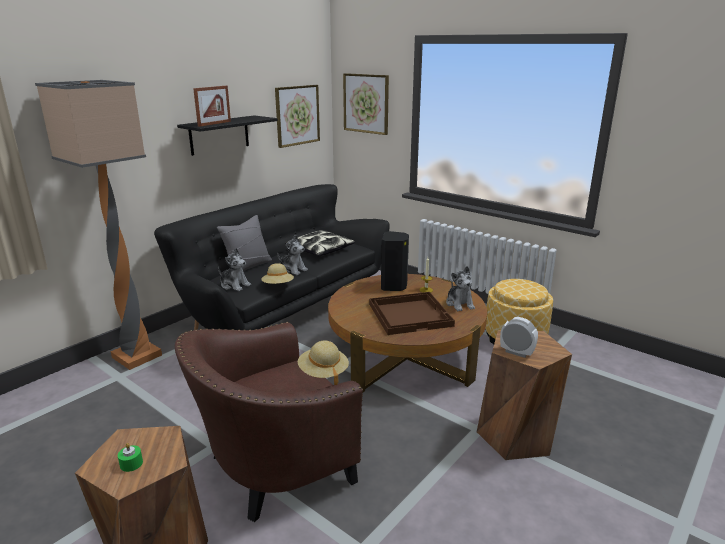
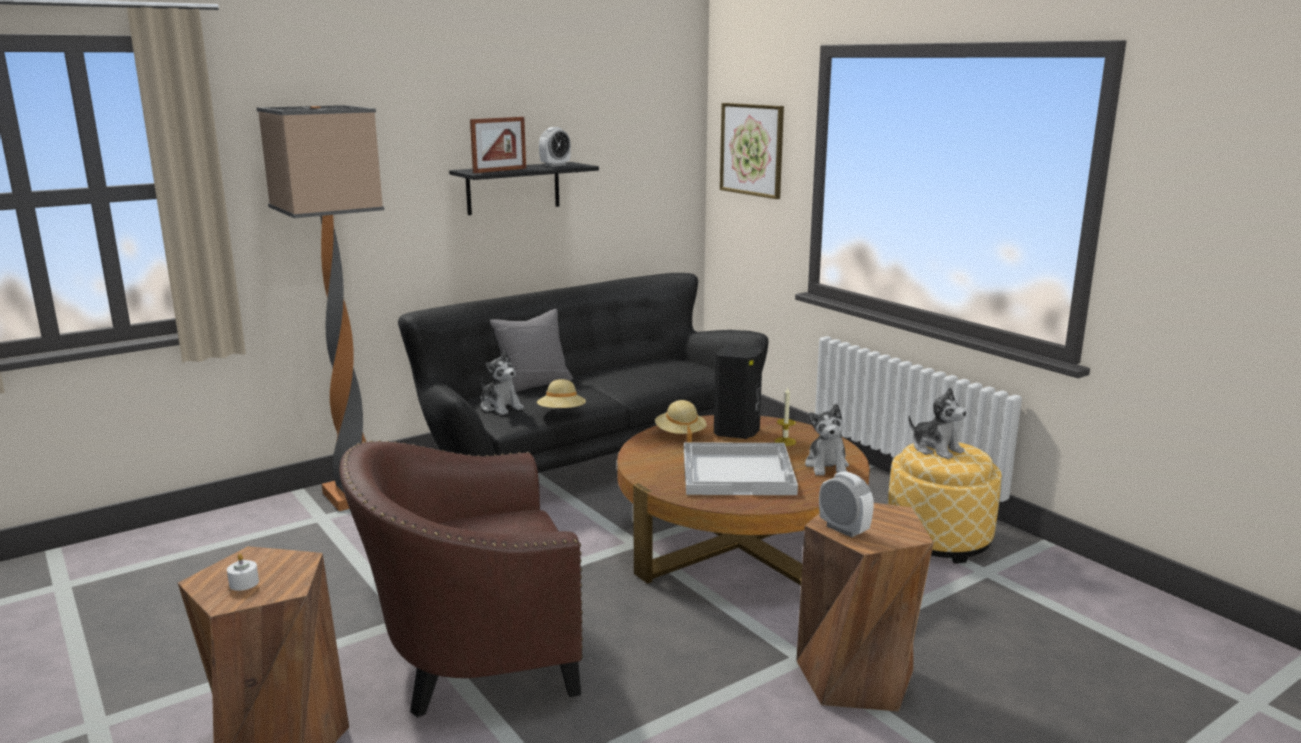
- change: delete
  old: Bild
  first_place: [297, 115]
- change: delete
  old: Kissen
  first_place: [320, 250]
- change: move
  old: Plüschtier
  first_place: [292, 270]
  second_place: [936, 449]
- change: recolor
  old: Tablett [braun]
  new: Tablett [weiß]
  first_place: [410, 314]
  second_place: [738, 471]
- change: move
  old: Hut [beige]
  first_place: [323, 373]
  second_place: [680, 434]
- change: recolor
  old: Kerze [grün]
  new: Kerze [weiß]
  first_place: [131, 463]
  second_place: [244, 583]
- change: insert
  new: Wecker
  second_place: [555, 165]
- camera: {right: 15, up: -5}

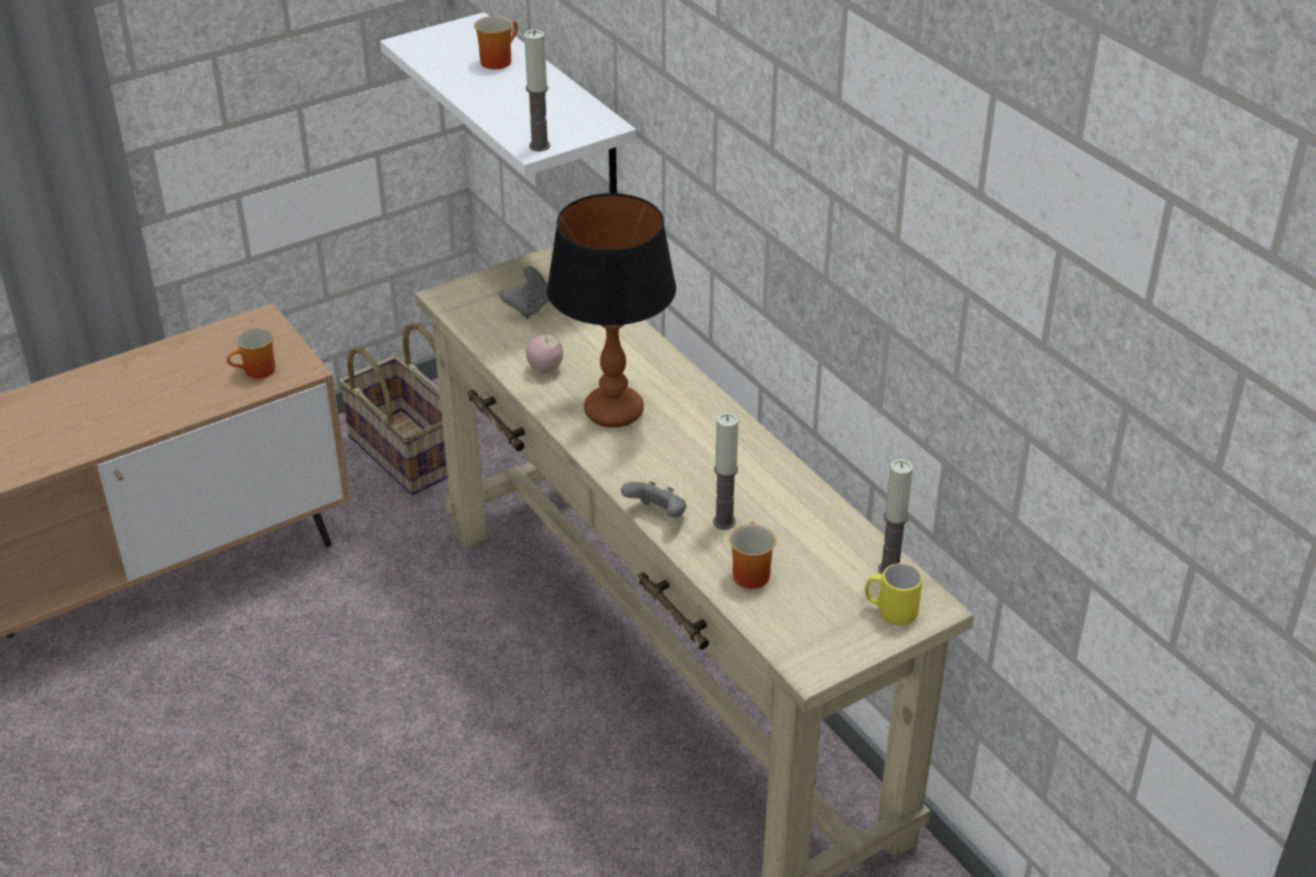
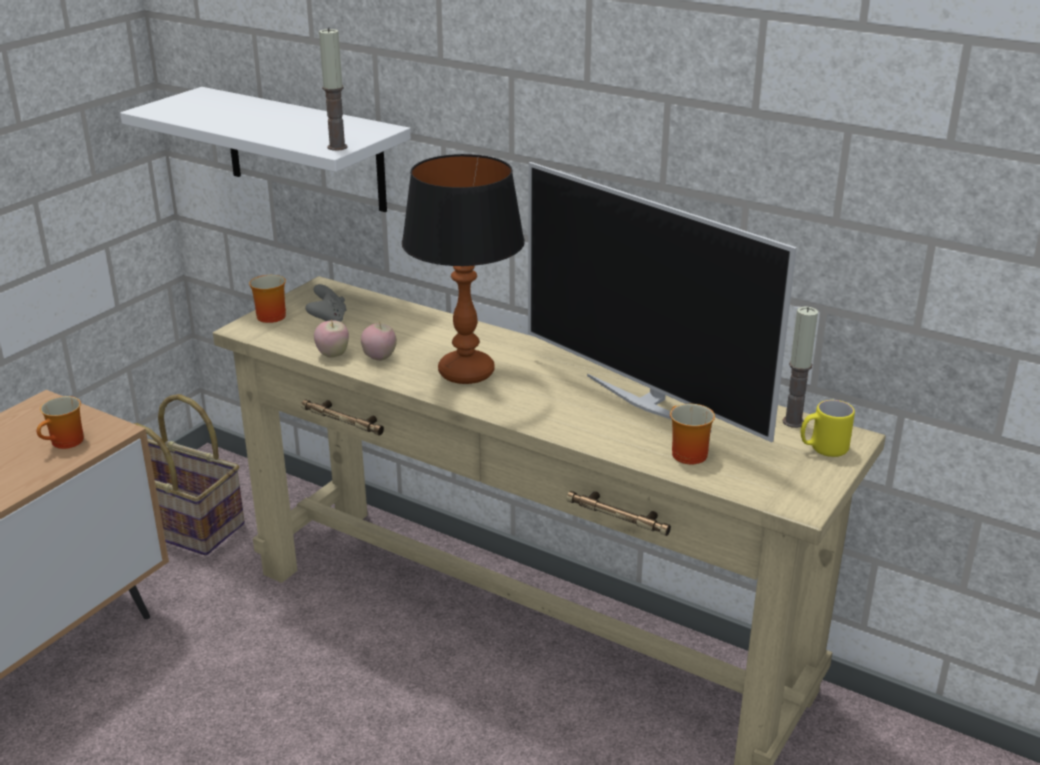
- change: move
  old: Henkelbecher
  first_place: [496, 60]
  second_place: [270, 315]
- change: delete
  old: Kerze
  first_place: [724, 522]
- change: delete
  old: Gamepad [grau]
  first_place: [657, 515]
- change: insert
  new: Fernseher
  second_place: [648, 402]
- change: insert
  new: Apfel
  second_place: [333, 355]
- camera: {right: -25, up: -10}

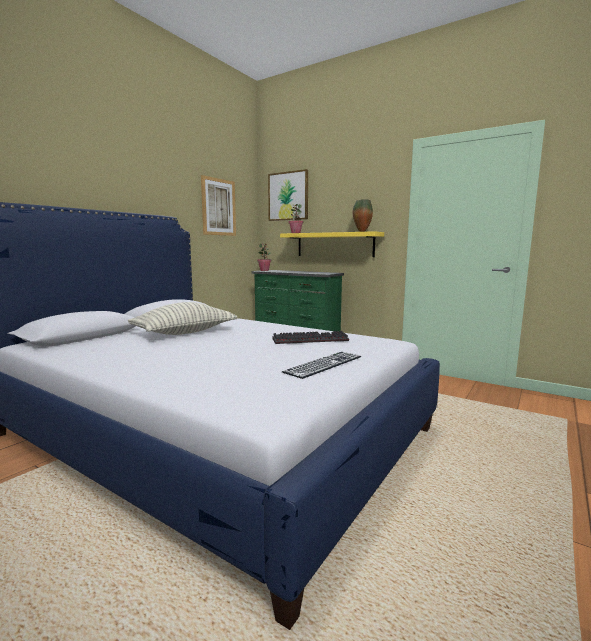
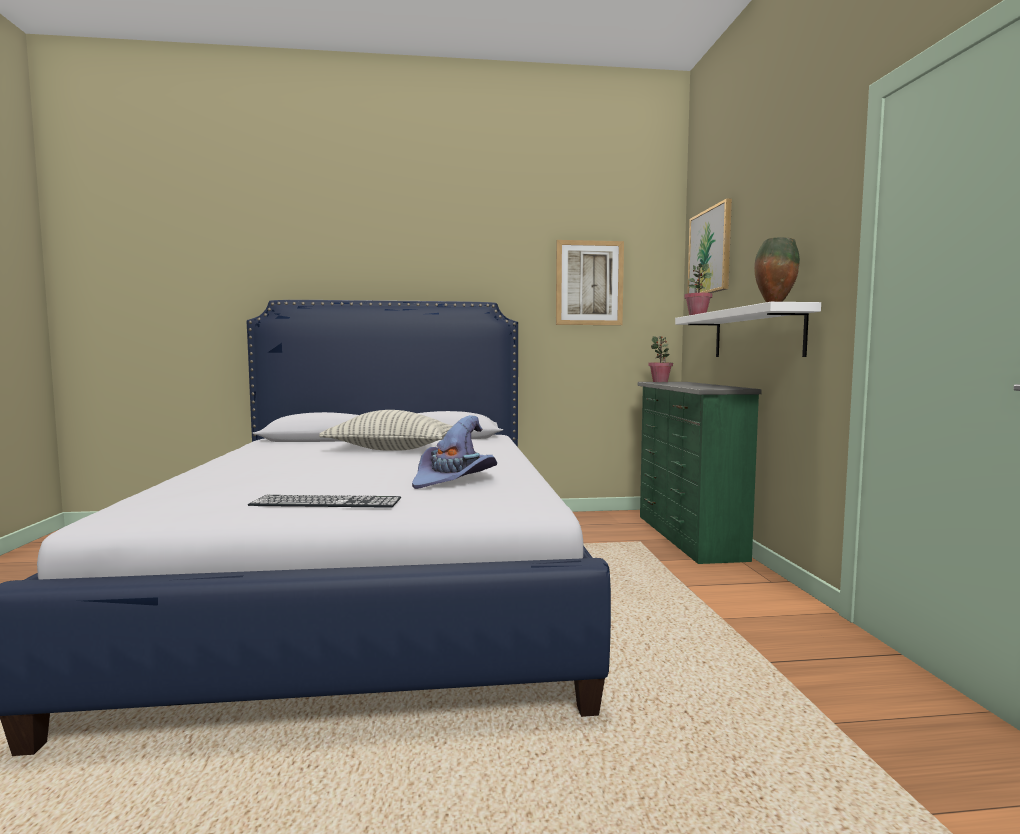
- change: recolor
  old: Wandregal [gelb]
  new: Wandregal [weiß]
  first_place: [334, 245]
  second_place: [756, 334]
- change: replace
  old: Tastatur
  new: Hut [lila]
  first_place: [311, 339]
  second_place: [454, 480]
- camera: {right: 50, up: -5}

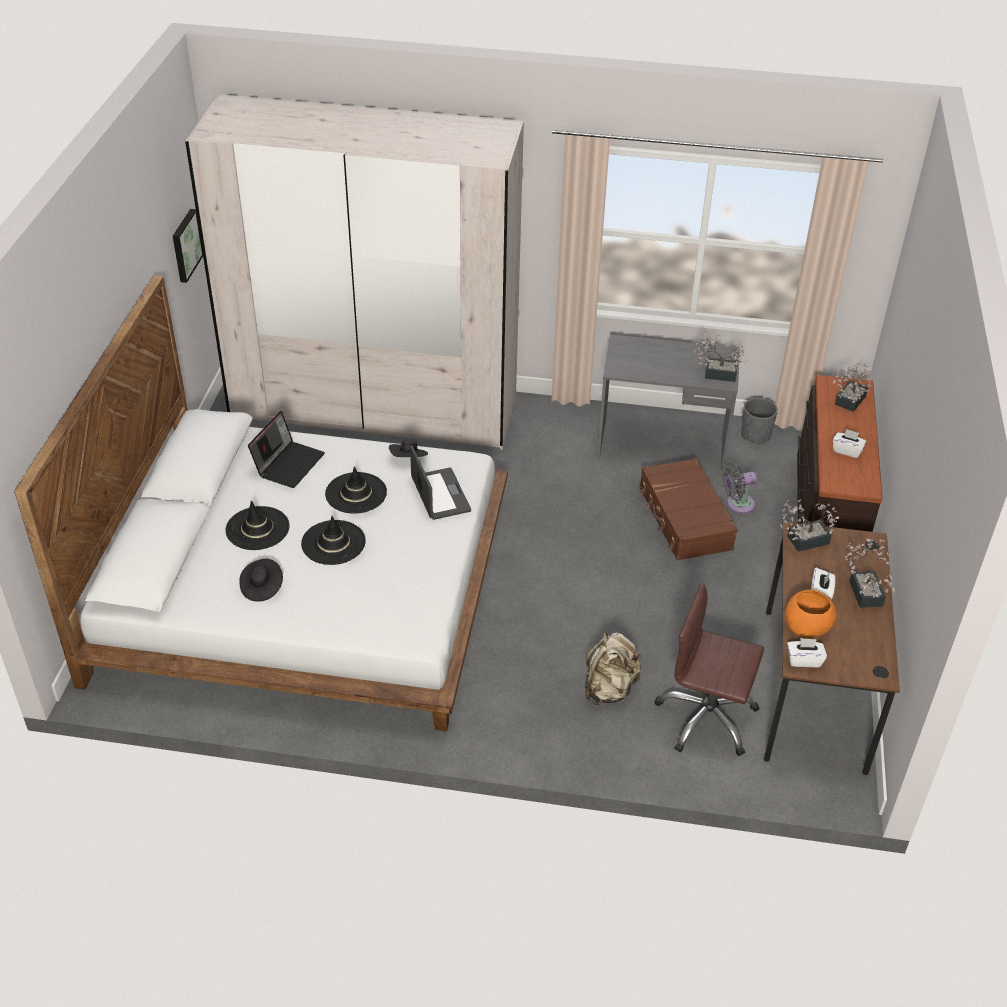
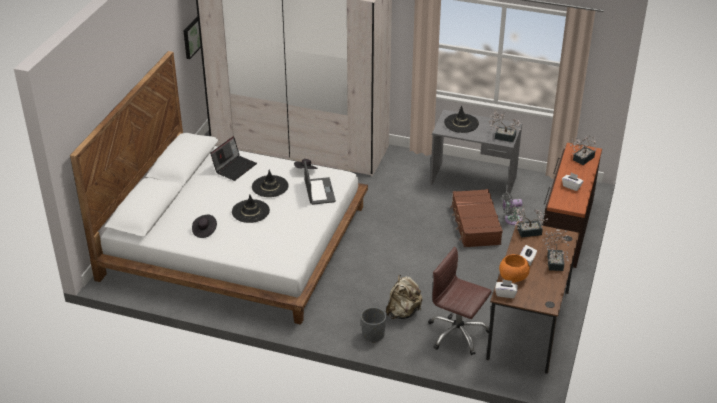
- change: move
  old: Pflanzkübel [grau]
  first_place: [755, 435]
  second_place: [373, 335]
- change: move
  old: Hut [schwarz]
  first_place: [257, 529]
  second_place: [461, 123]
- camera: {right: 10, up: -5}

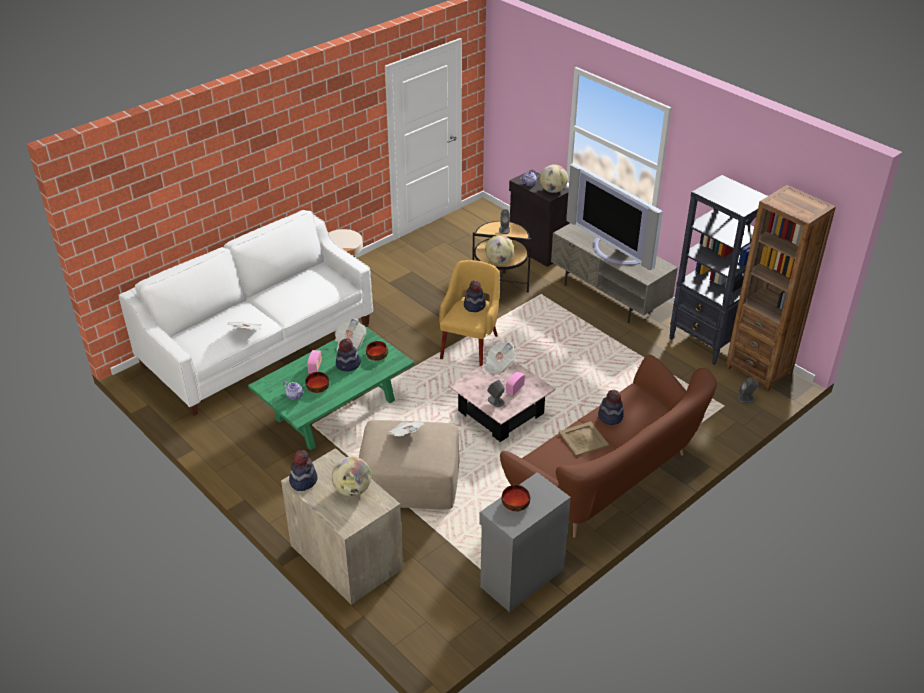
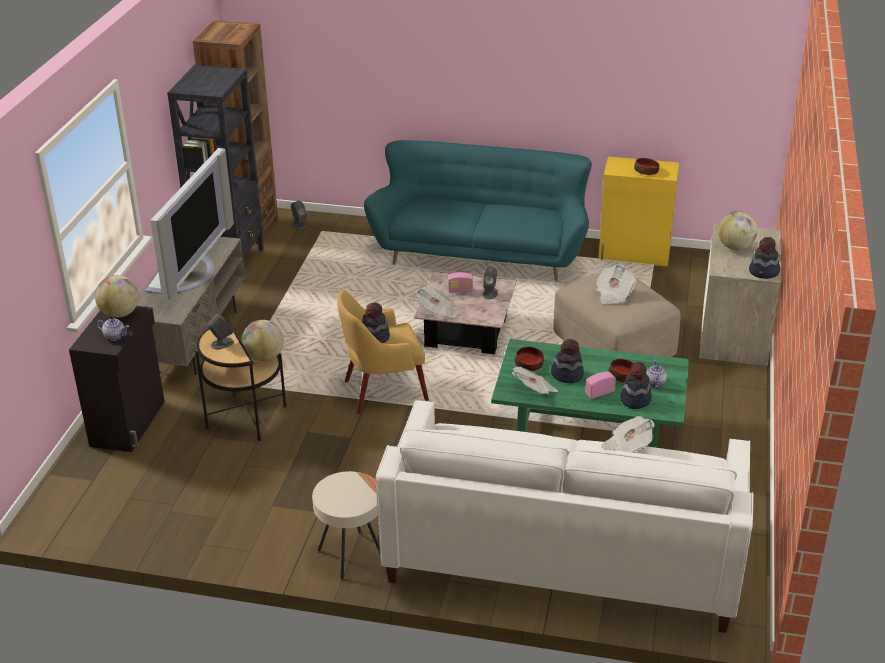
- change: recolor
  old: Sofa [braun]
  new: Sofa [türkis]
  first_place: [608, 478]
  second_place: [481, 254]
- change: move
  old: Hut
  first_place: [610, 416]
  second_place: [635, 399]
- change: delete
  old: Tablett [beige]
  first_place: [583, 439]
- change: recolor
  old: Schrank [grau]
  new: Schrank [gelb]
  first_place: [520, 577]
  second_place: [634, 254]
- camera: {right: -125, up: -5}

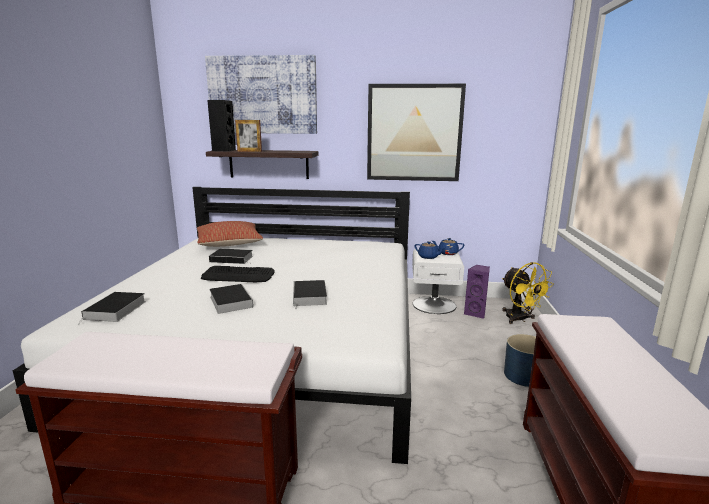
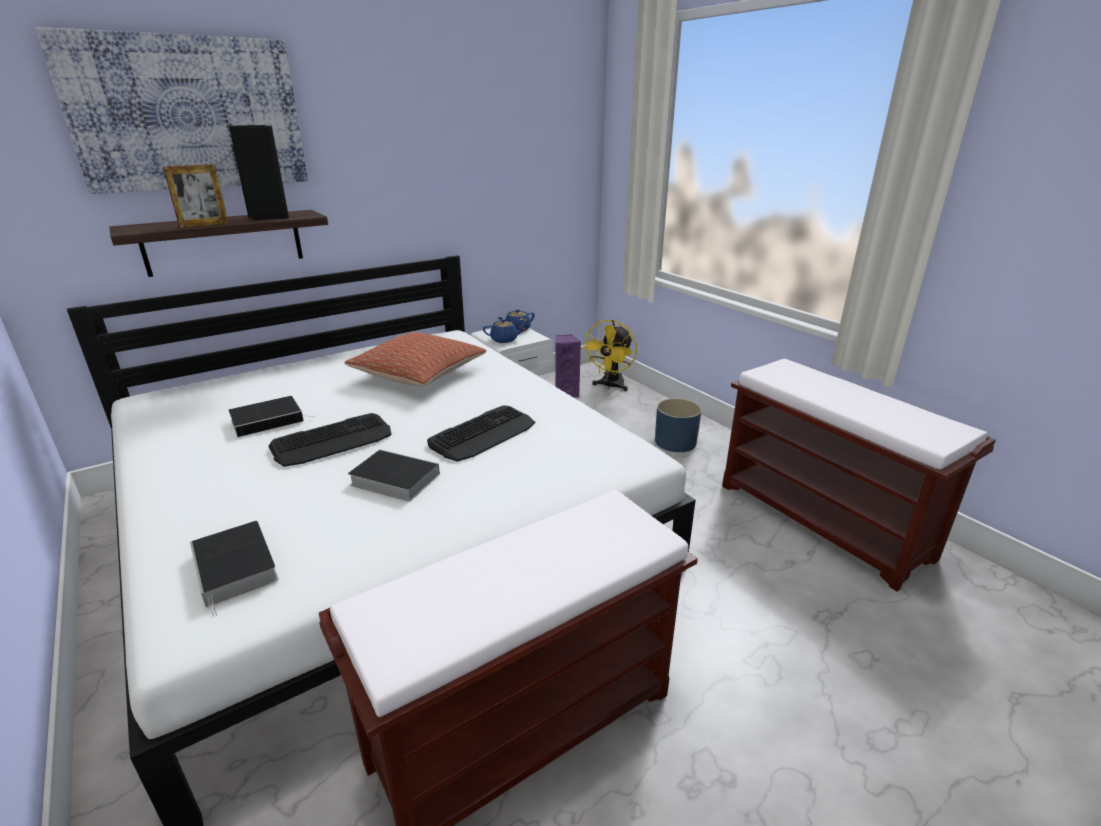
- change: delete
  old: Bild
  first_place: [414, 133]
- change: move
  old: Lautsprecher [schwarz]
  first_place: [223, 150]
  second_place: [268, 217]
- change: move
  old: Kissen
  first_place: [229, 243]
  second_place: [419, 373]
- change: rotate
  old: Ventilator [gelb]
  first_place: [520, 319]
  second_place: [610, 386]
  degrees: 90
- change: replace
  old: Buch
  new: Tastatur
  first_place: [310, 297]
  second_place: [483, 434]
- camera: {right: -40, up: 10}

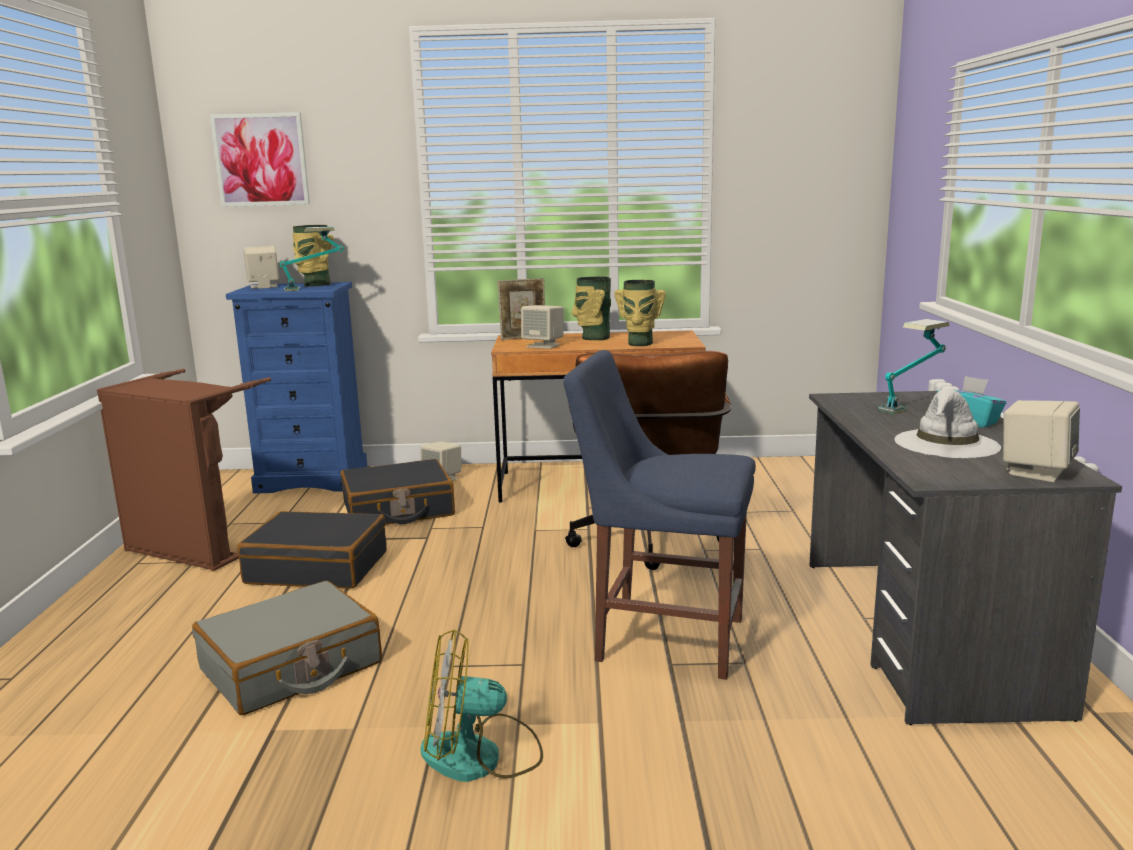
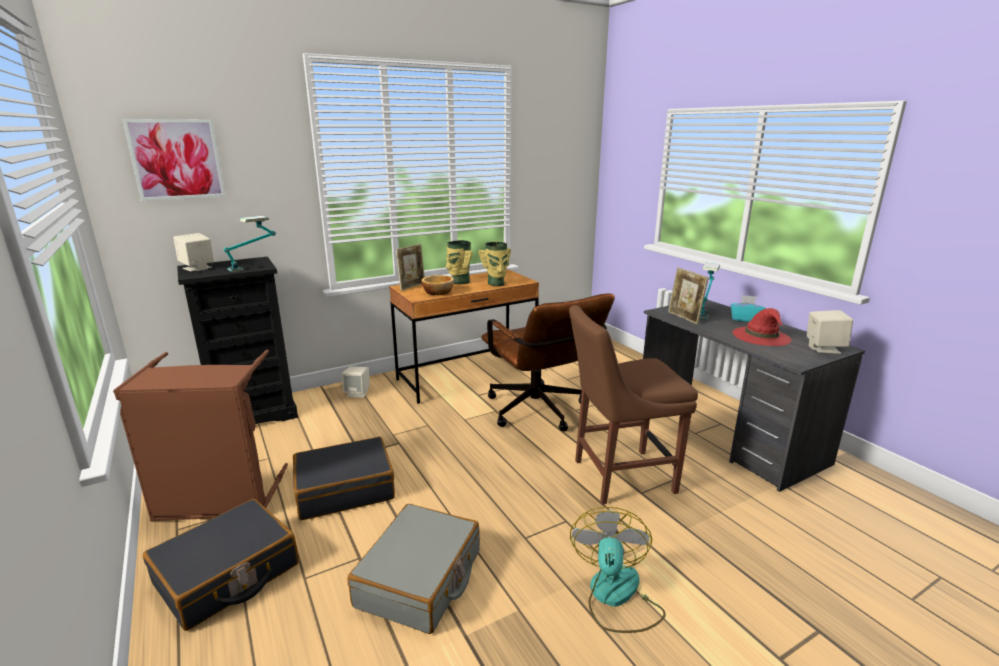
- change: delete
  old: Vase
  first_place: [315, 284]
- change: recolor
  old: Kommode [blau]
  new: Kommode [schwarz]
  first_place: [313, 480]
  second_place: [254, 414]
- change: replace
  old: Lautsprecher [beige]
  new: Schüssel
  first_place: [544, 345]
  second_place: [438, 292]
- change: recolor
  old: Stuhl [blau]
  new: Stuhl [braun]
  first_place: [662, 637]
  second_place: [618, 476]
- change: recolor
  old: Hut [weiß]
  new: Hut [rot]
  first_place: [947, 444]
  second_place: [762, 336]
- change: move
  old: Koffer [schwarz]
  first_place: [398, 510]
  second_place: [227, 575]
- change: rotate
  old: Ventilator
  first_place: [480, 756]
  second_place: [615, 597]
  degrees: 135
- change: insert
  new: Bilderrahmen
  second_place: [684, 318]
- camera: {right: -30, up: 5}

